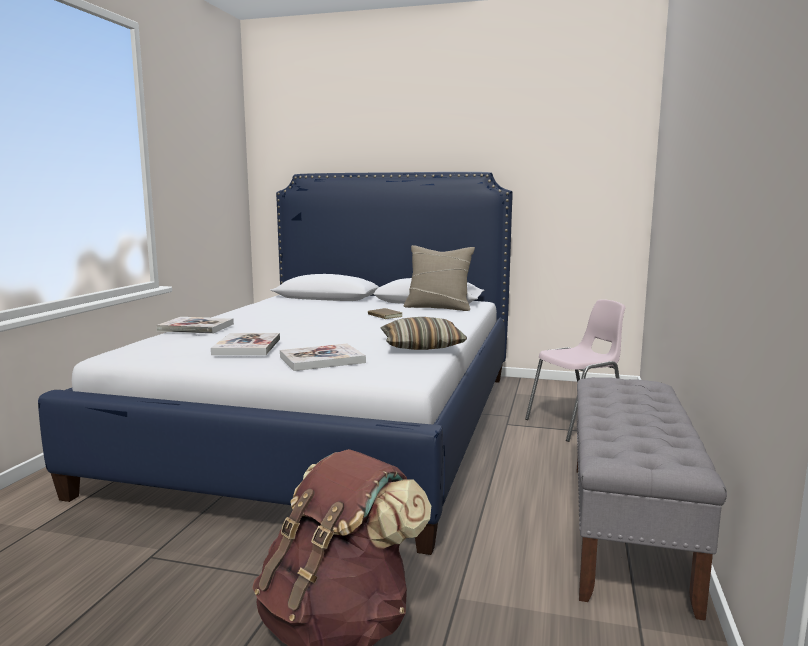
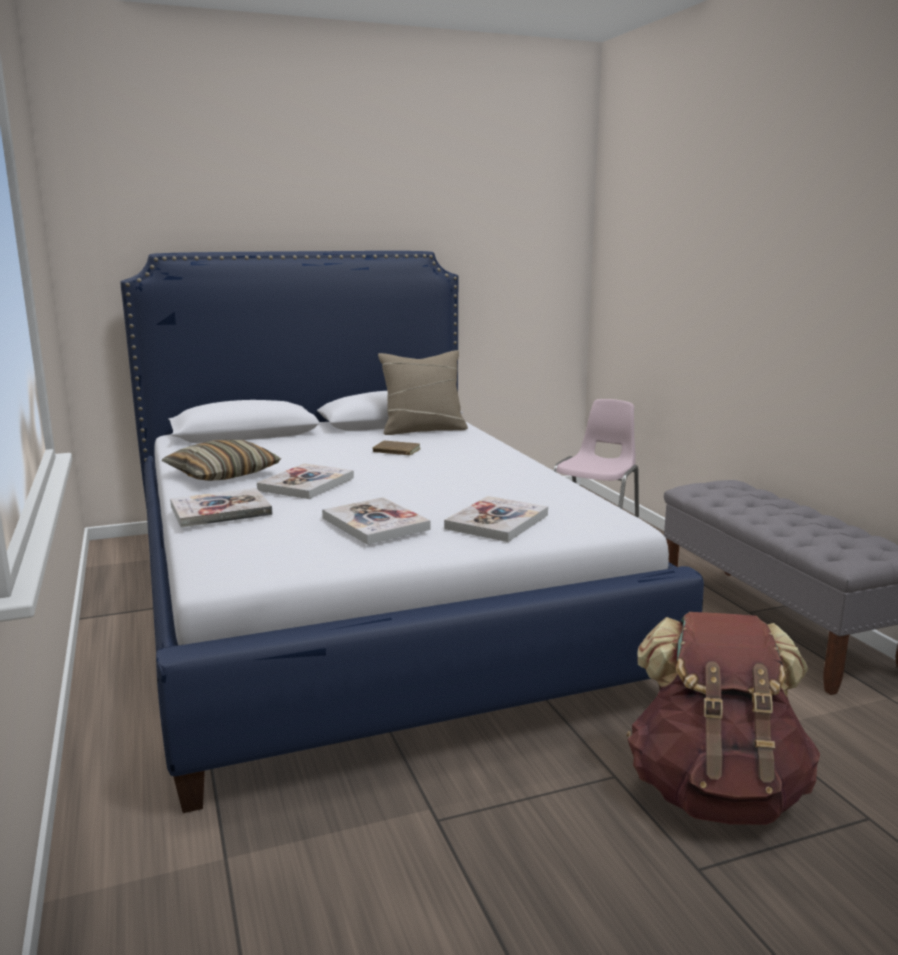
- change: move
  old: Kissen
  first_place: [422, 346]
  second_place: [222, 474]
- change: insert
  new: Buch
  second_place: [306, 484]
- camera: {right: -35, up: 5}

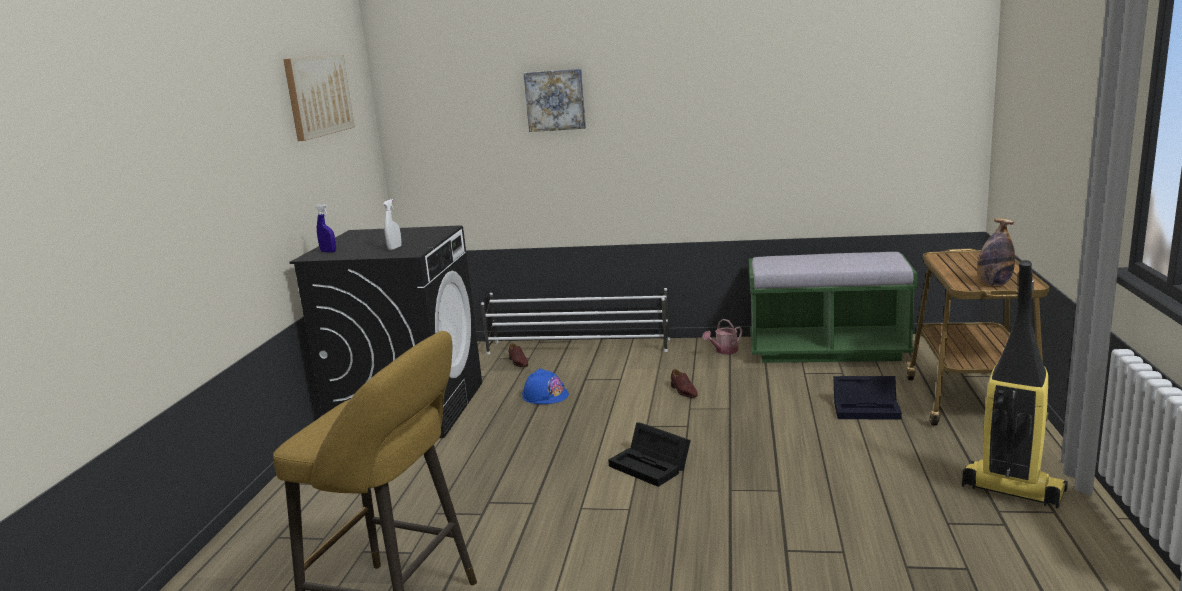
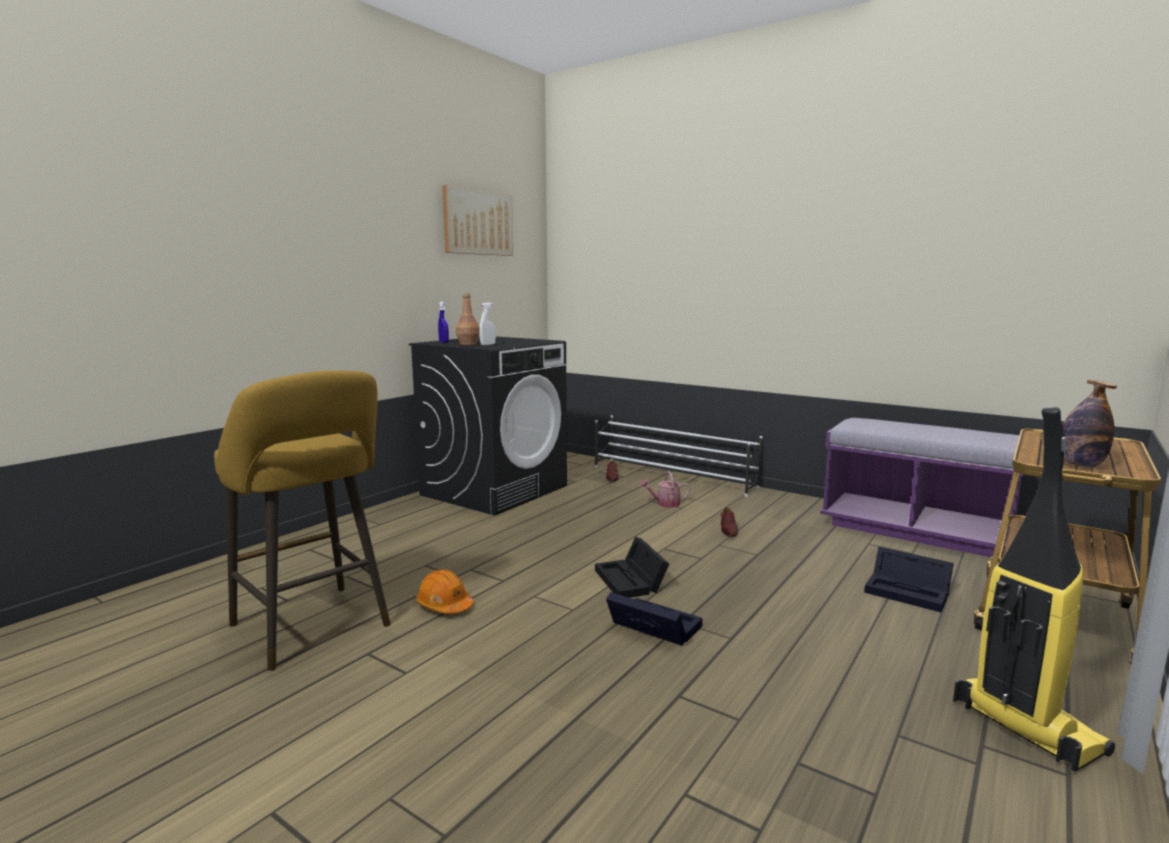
- change: delete
  old: Bild
  first_place: [555, 100]
- change: recolor
  old: Bank [grün]
  new: Bank [lila]
  first_place: [827, 350]
  second_place: [915, 530]
- change: move
  old: Gießkanne
  first_place: [724, 351]
  second_place: [665, 504]
- change: delete
  old: Schutzhelm [blau]
  first_place: [545, 395]
- change: insert
  new: Flasche [braun]
  second_place: [468, 344]
- change: insert
  new: Schutzhelm [orange]
  second_place: [444, 605]
- change: insert
  new: Aufbewahrungsbox [schwarz]
  second_place: [651, 627]
- camera: {right: 25, up: -5}

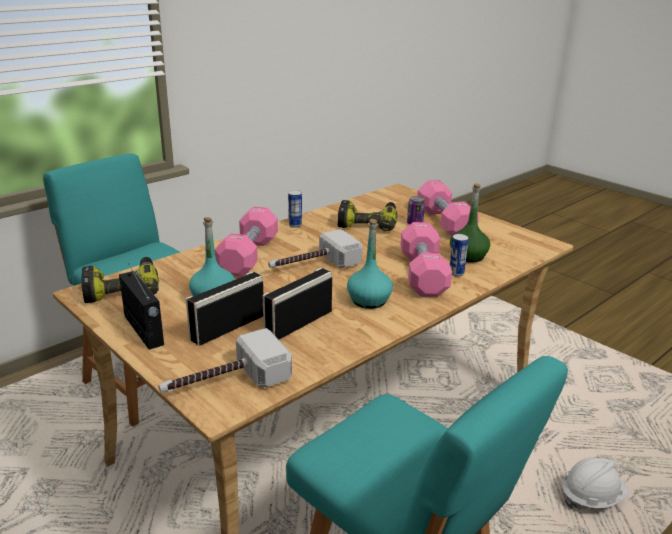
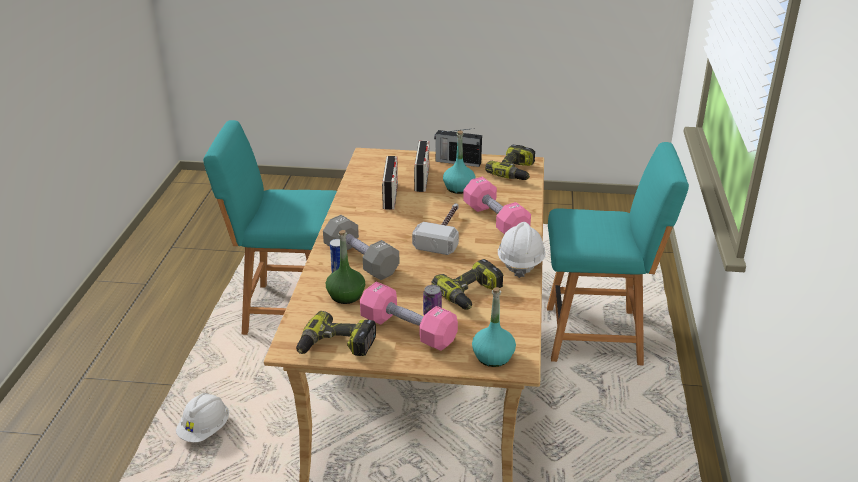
- change: replace
  old: Dose
  new: Schutzhelm [weiß]
  first_place: [295, 225]
  second_place: [520, 262]
- change: move
  old: Flasche [türkis]
  first_place: [369, 300]
  second_place: [493, 357]
- change: recolor
  old: Hantel [rosa]
  new: Hantel [grau]
  first_place: [423, 274]
  second_place: [361, 260]
- change: delete
  old: Hammer
  first_place: [224, 382]
- change: insert
  new: Bohrmaschine
  second_place: [336, 346]
- camera: {right: 140, up: 5}

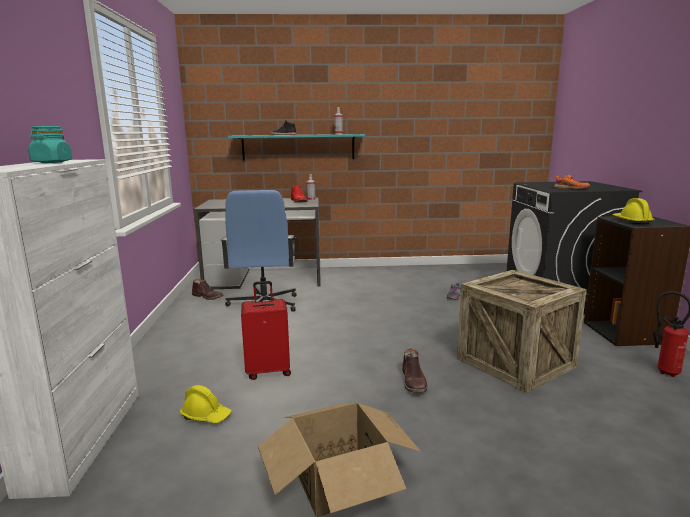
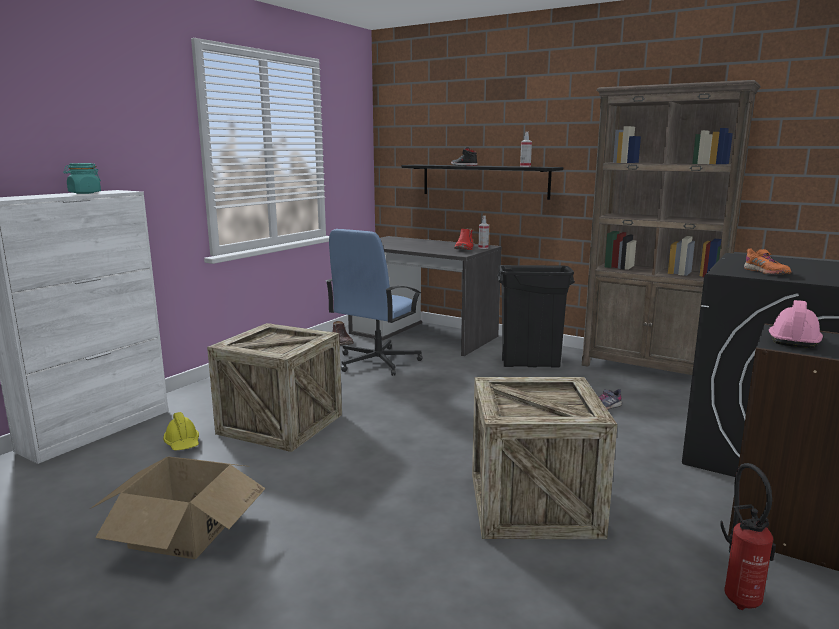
- change: recolor
  old: Wandregal [türkis]
  new: Wandregal [schwarz]
  first_place: [298, 147]
  second_place: [484, 181]
- change: recolor
  old: Schutzhelm [gelb]
  new: Schutzhelm [rosa]
  first_place: [631, 221]
  second_place: [793, 339]
- change: replace
  old: Koffer [rot]
  new: Kiste
  first_place: [268, 371]
  second_place: [280, 424]
- change: delete
  old: Stiefel [braun]
  first_place: [414, 382]
- change: insert
  new: Bücherregal [braun]
  second_place: [649, 369]
- change: insert
  new: Mülleimer [schwarz]
  second_place: [531, 364]
- camera: {right: 35, up: 0}

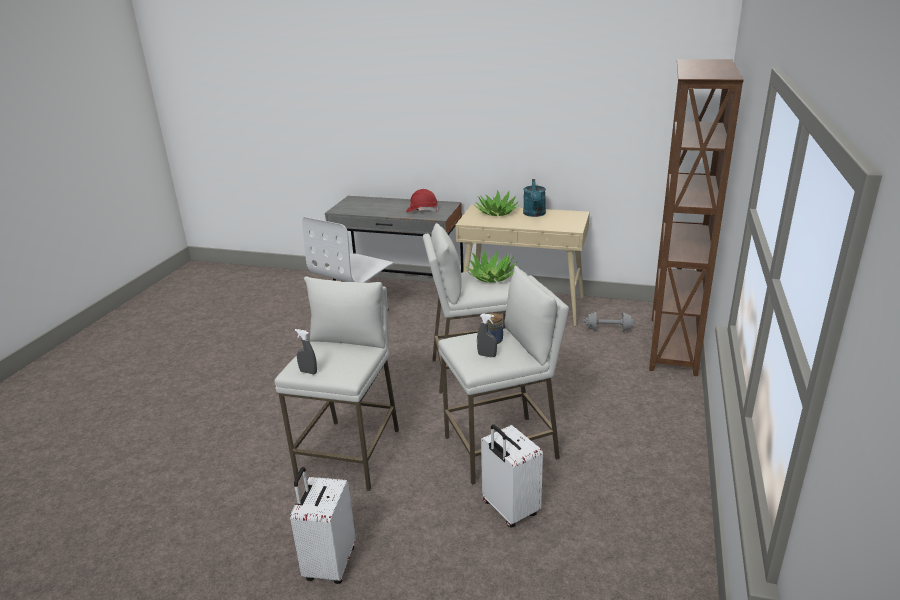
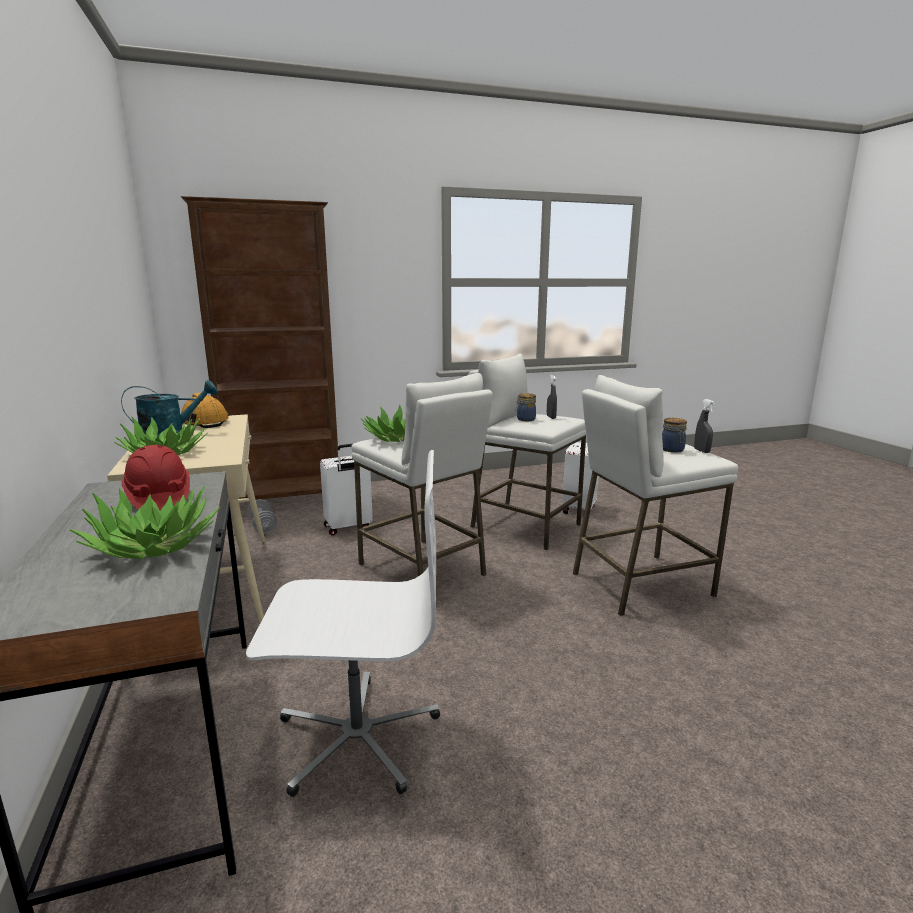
- change: move
  old: Koffer [weiß]
  first_place: [329, 564]
  second_place: [348, 527]
- change: insert
  new: Schutzhelm [orange]
  second_place: [203, 422]
- change: insert
  new: Vorratsglas
  second_place: [672, 450]
- change: insert
  new: Topfpflanze
  second_place: [153, 545]
- camera: {right: -125, up: -10}

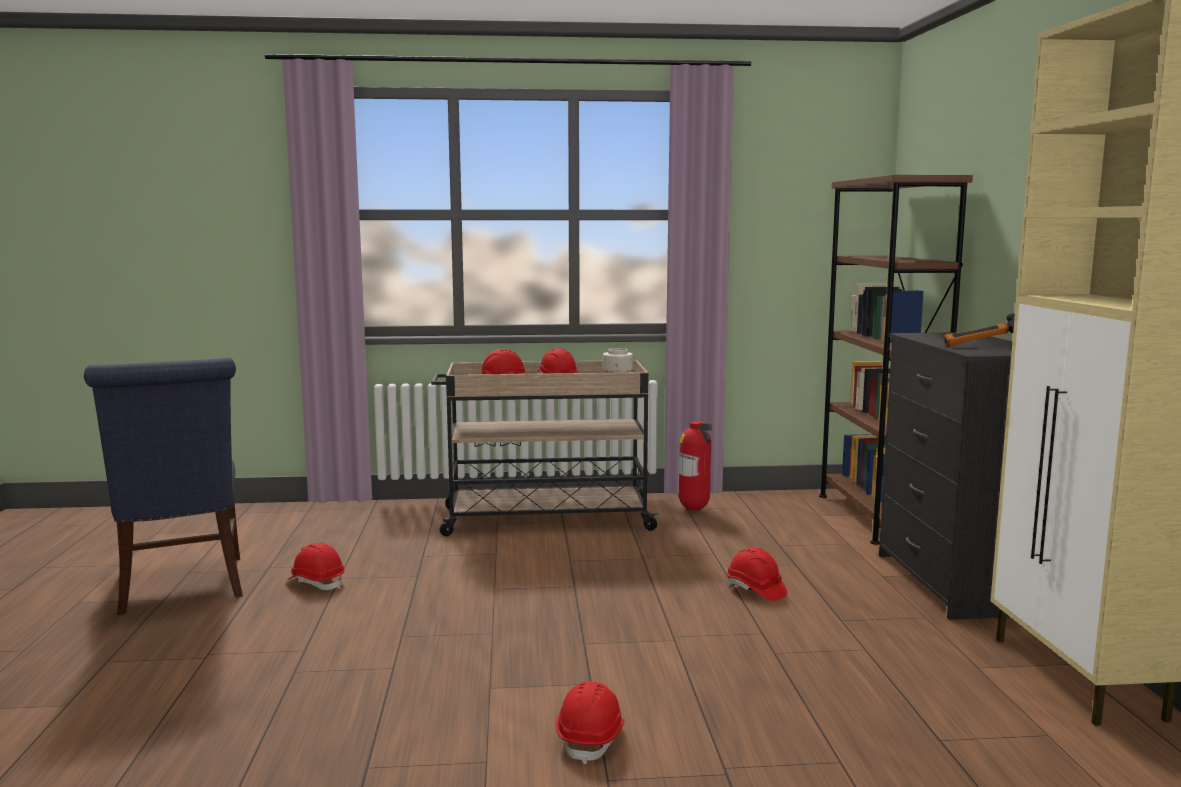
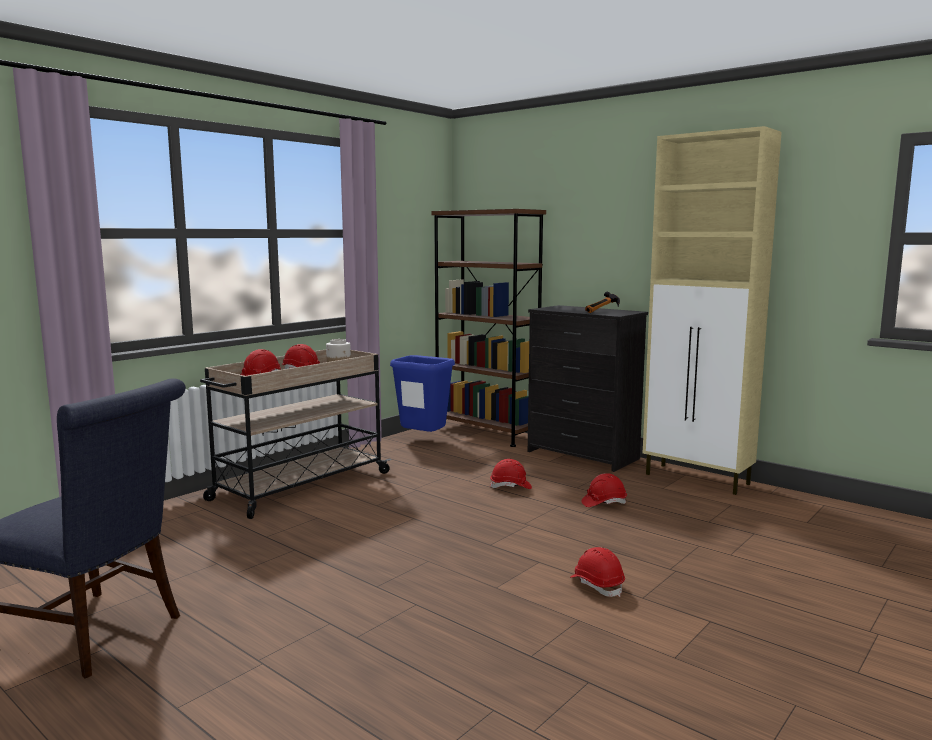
- change: delete
  old: Feuerlöscher
  first_place: [695, 509]
- change: move
  old: Schutzhelm [rot]
  first_place: [317, 582]
  second_place: [603, 503]
- change: insert
  new: Mülleimer [blau]
  second_place: [422, 440]
- camera: {right: -45, up: 0}

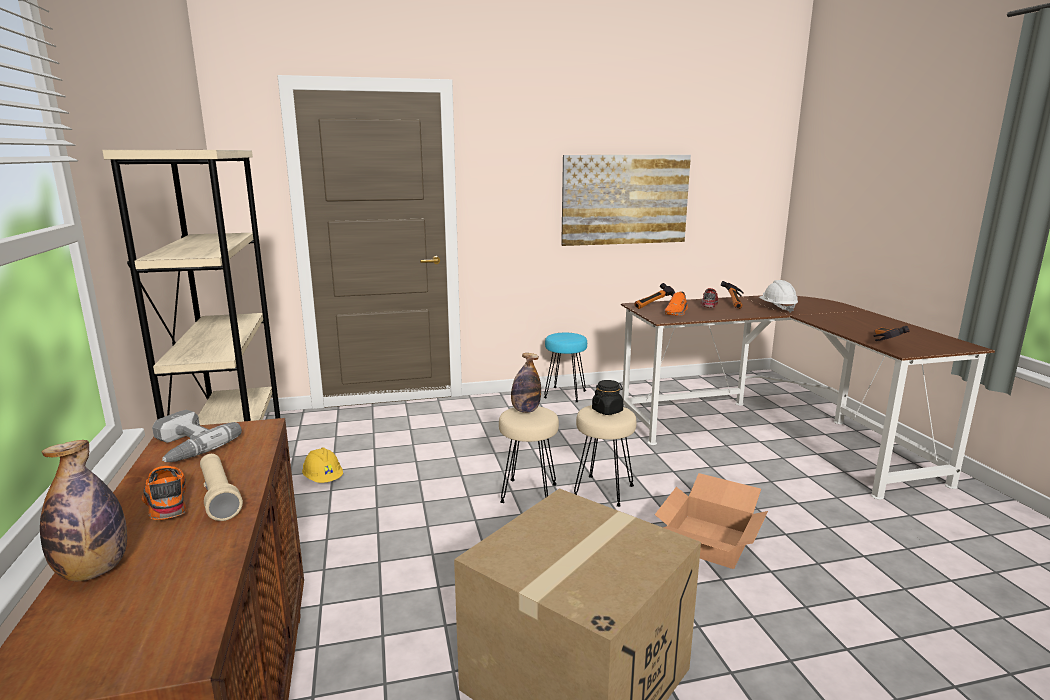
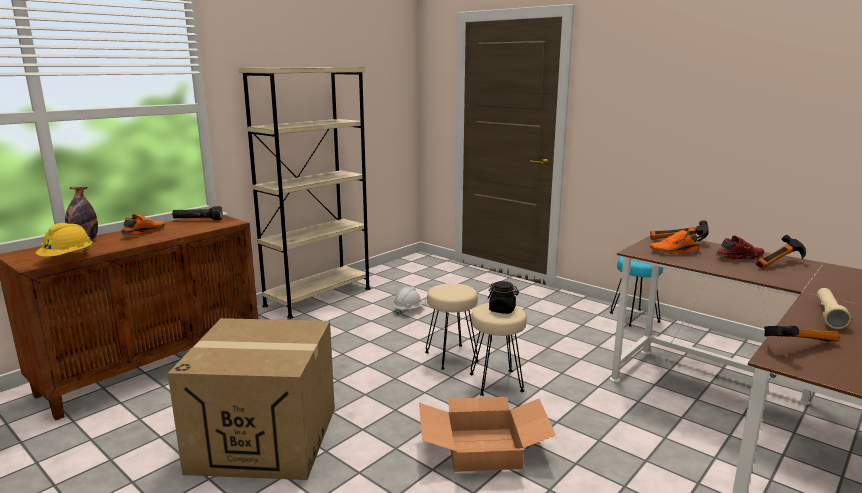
- change: delete
  old: Bild
  first_place: [625, 199]
- change: move
  old: Schutzhelm [weiß]
  first_place: [777, 308]
  second_place: [408, 310]
- change: delete
  old: Flasche
  first_place: [525, 410]
- change: replace
  old: Bohrmaschine
  new: Taschenlampe [schwarz]
  first_place: [184, 447]
  second_place: [198, 220]
- change: move
  old: Schutzhelm [gelb]
  first_place: [323, 479]
  second_place: [67, 257]
- change: move
  old: Taschenlampe [beige]
  first_place: [219, 496]
  second_place: [828, 315]
- camera: {right: 55, up: 0}

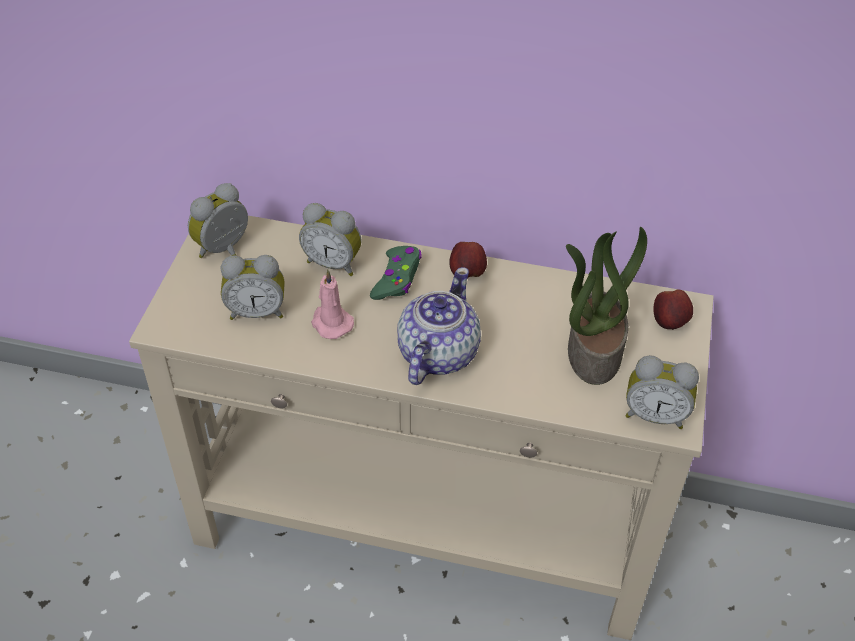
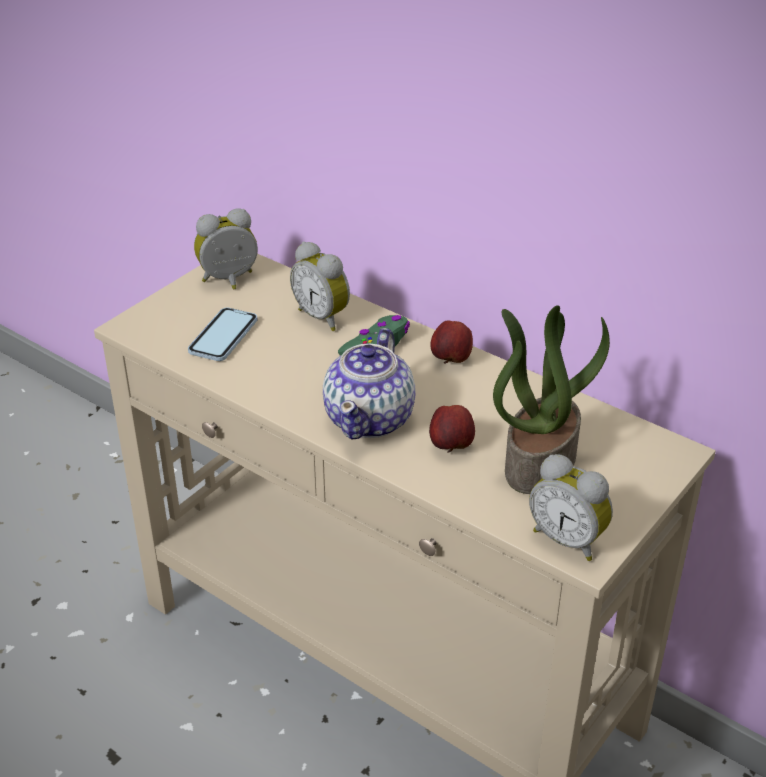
- change: replace
  old: Wecker
  new: Handy
  first_place: [257, 311]
  second_place: [223, 336]
- change: rotate
  old: Teekanne
  first_place: [436, 354]
  second_place: [370, 418]
  degrees: 150
- change: delete
  old: Kerze [rosa]
  first_place: [330, 323]
- change: move
  old: Apfel
  first_place: [670, 323]
  second_place: [451, 446]
- camera: {right: 25, up: -10}

